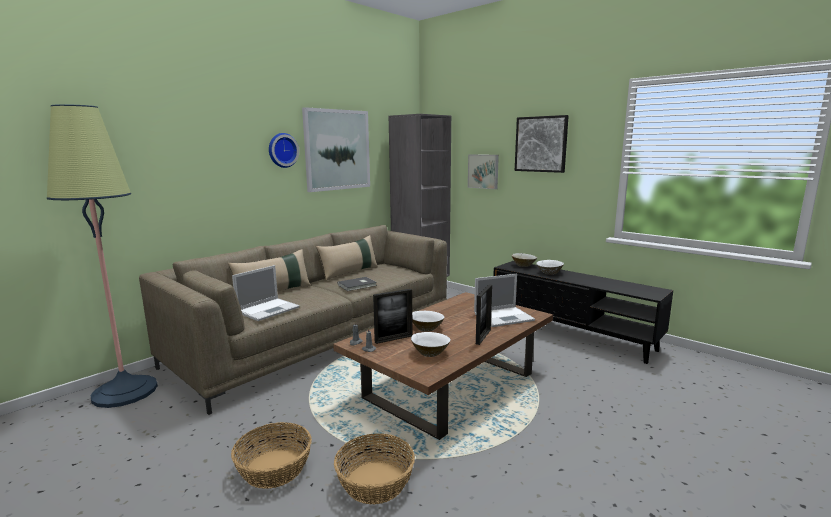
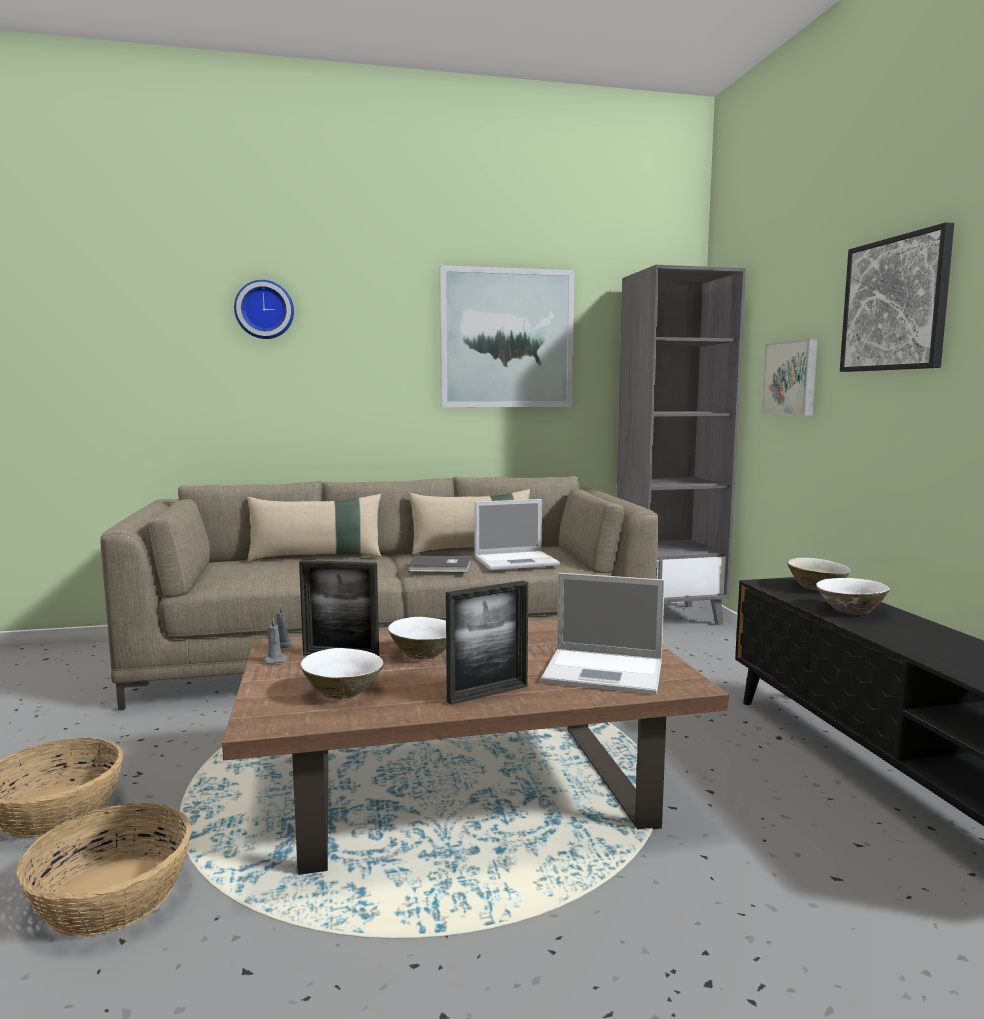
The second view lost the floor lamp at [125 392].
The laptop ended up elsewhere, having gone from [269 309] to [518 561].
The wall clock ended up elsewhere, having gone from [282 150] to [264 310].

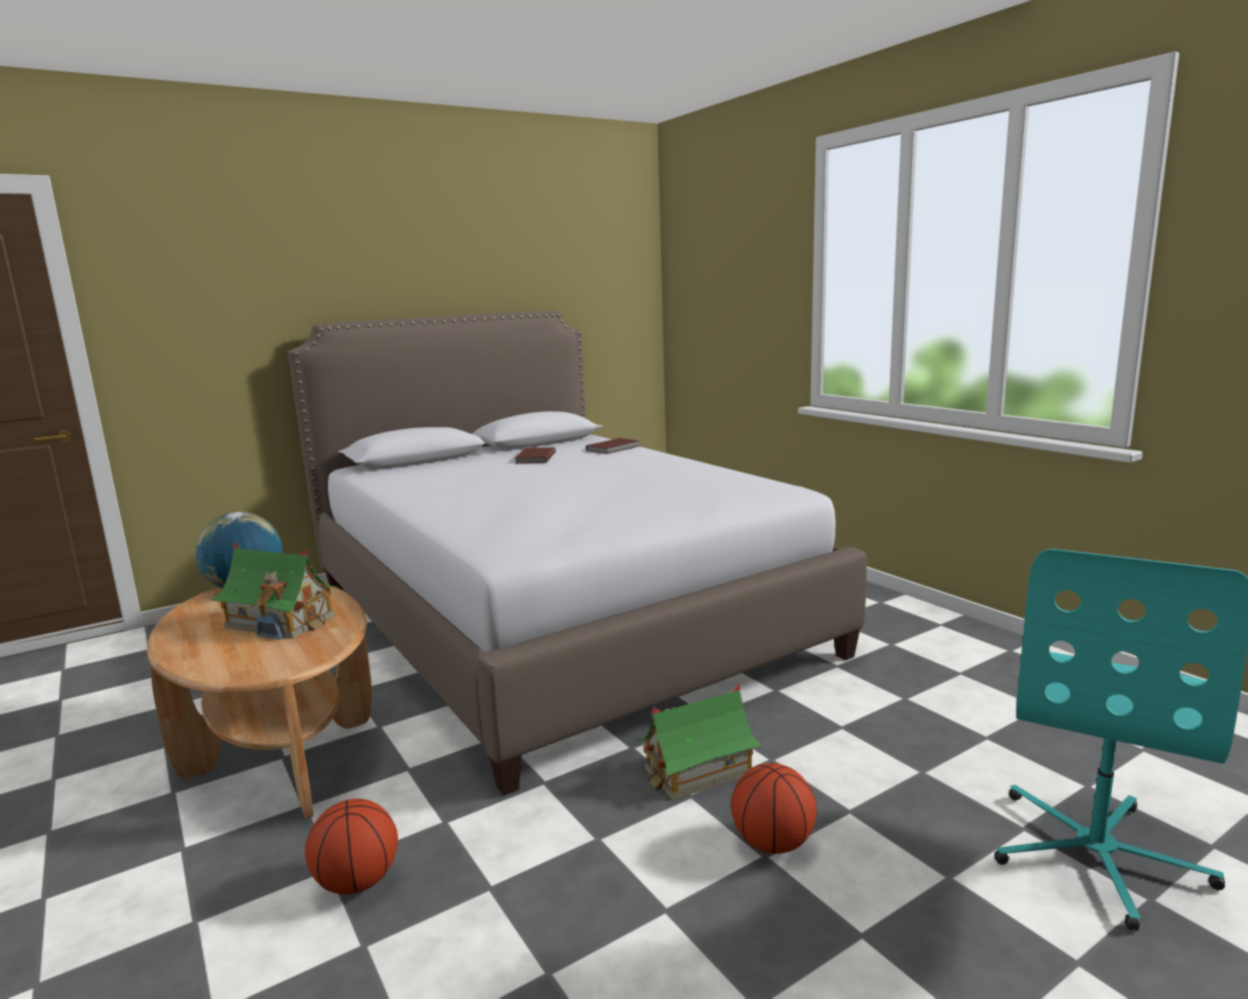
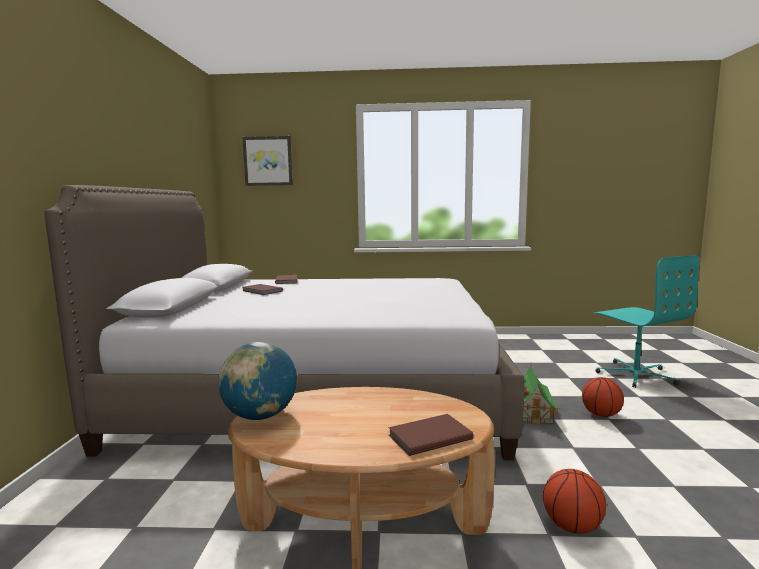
The second view lost the toy house at [281 621].
The second view gained the picture at [268 161].
The second view gained the brown book at [428 437].

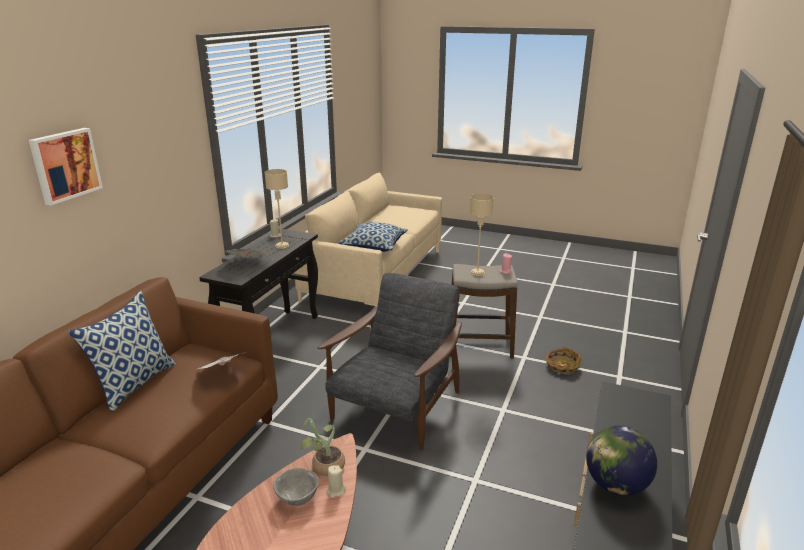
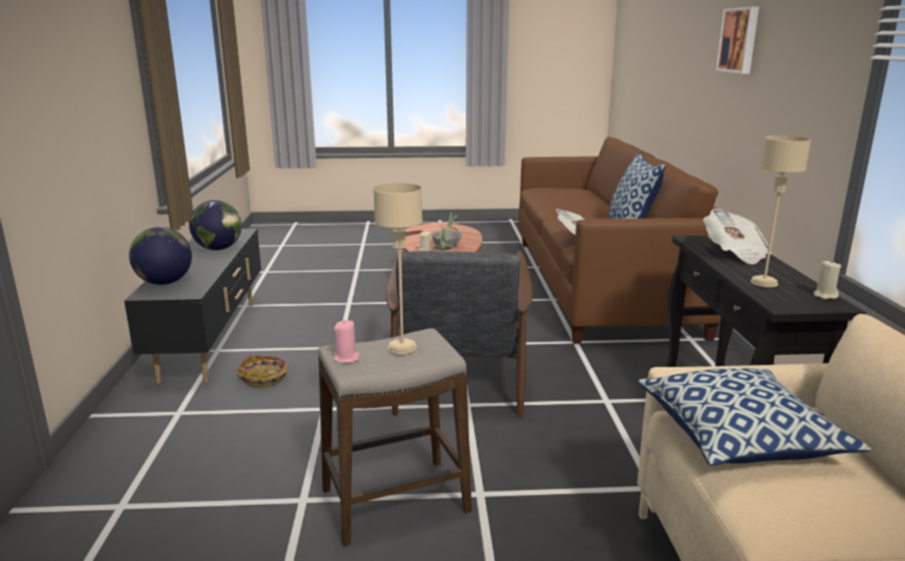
The basket ended up elsewhere, having gone from [561 366] to [265 378].
The second view gained the globe at [165 283].

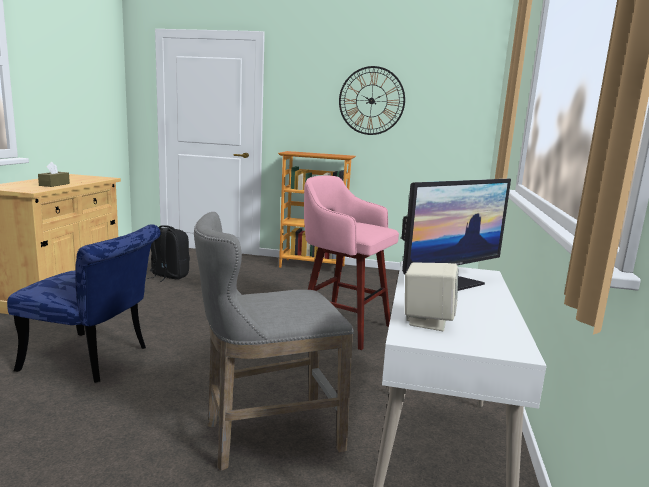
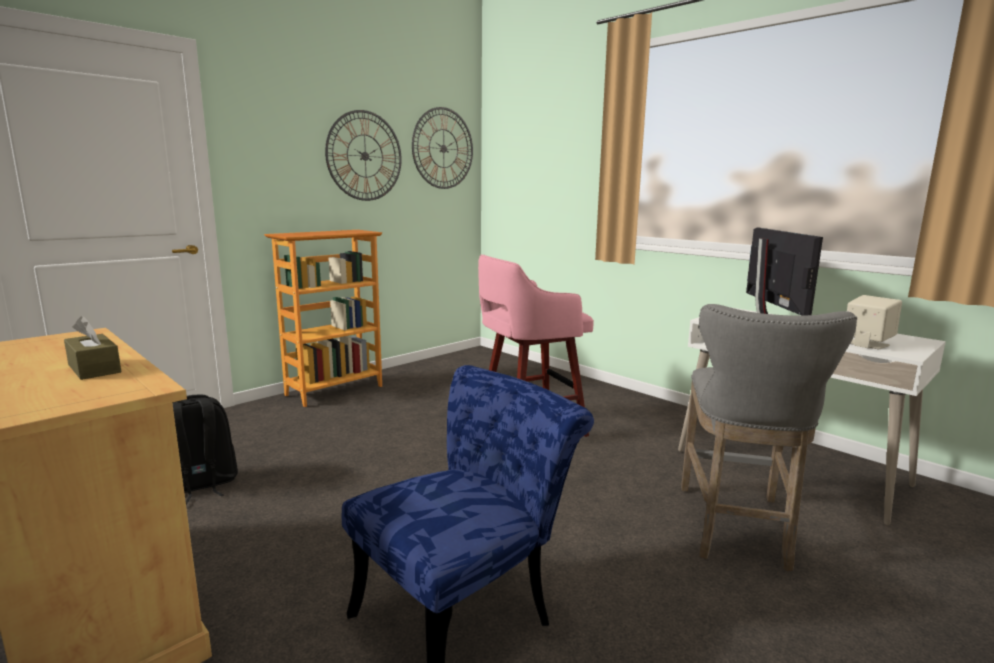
The second view gained the wall clock at [443 148].

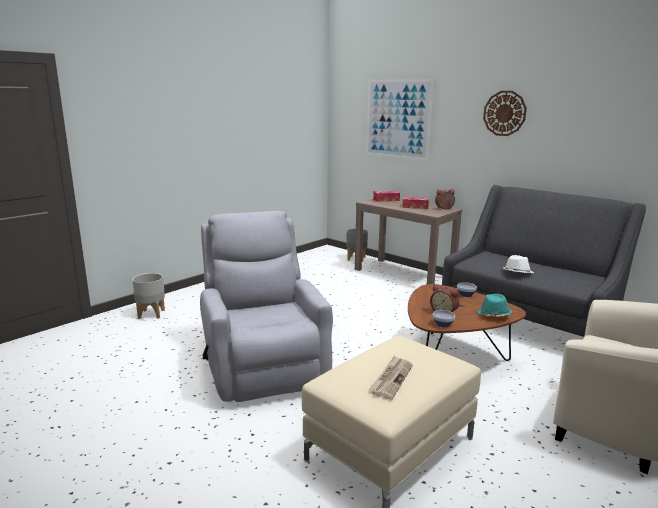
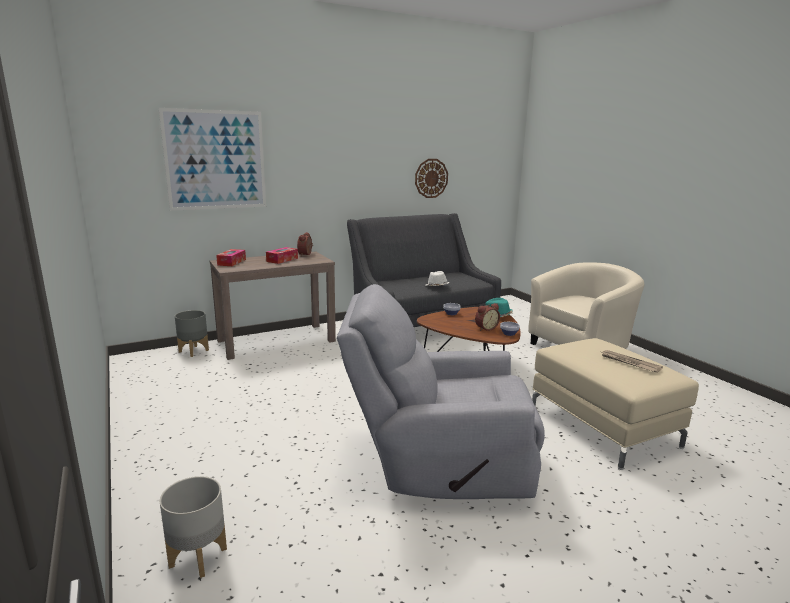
The wall clock ended up elsewhere, having gone from [504 113] to [431 178].

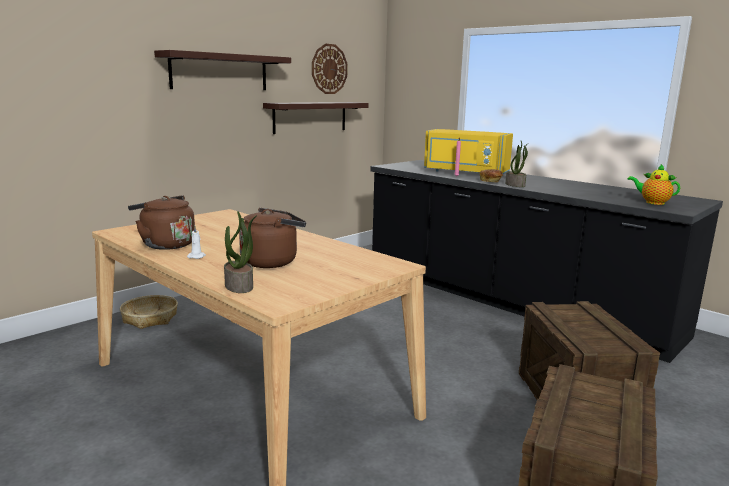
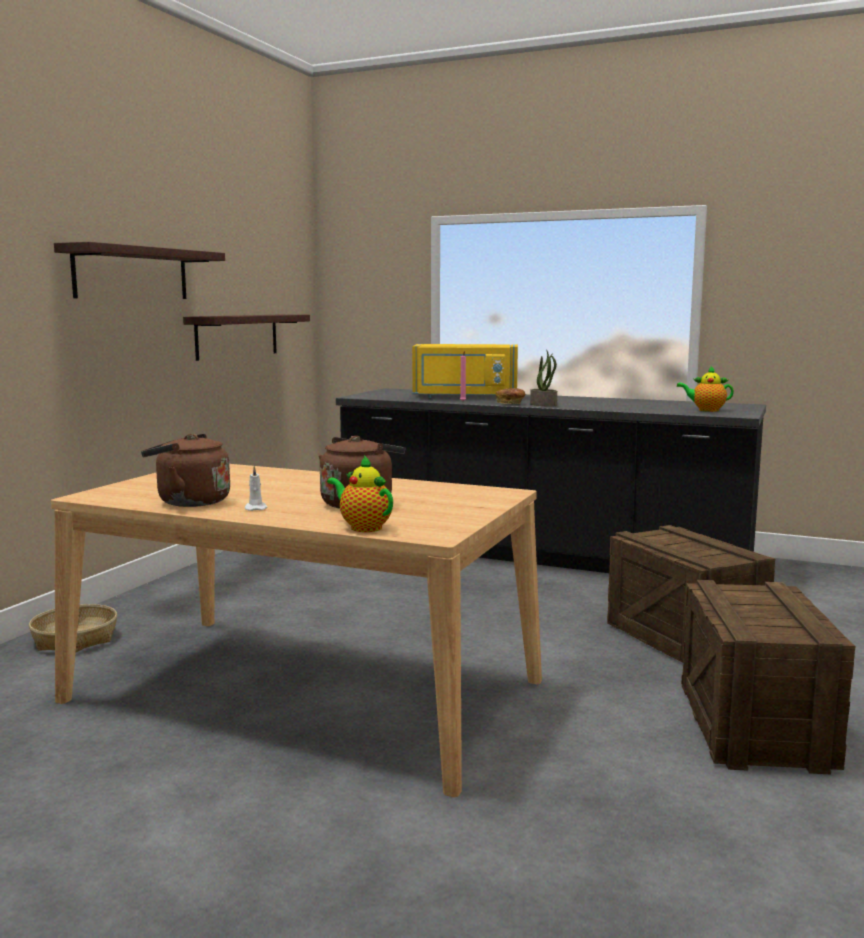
Where the potted plant stood at [239 286], the teapot came to stand at [363 527].
The second view lost the wall clock at [329 69].

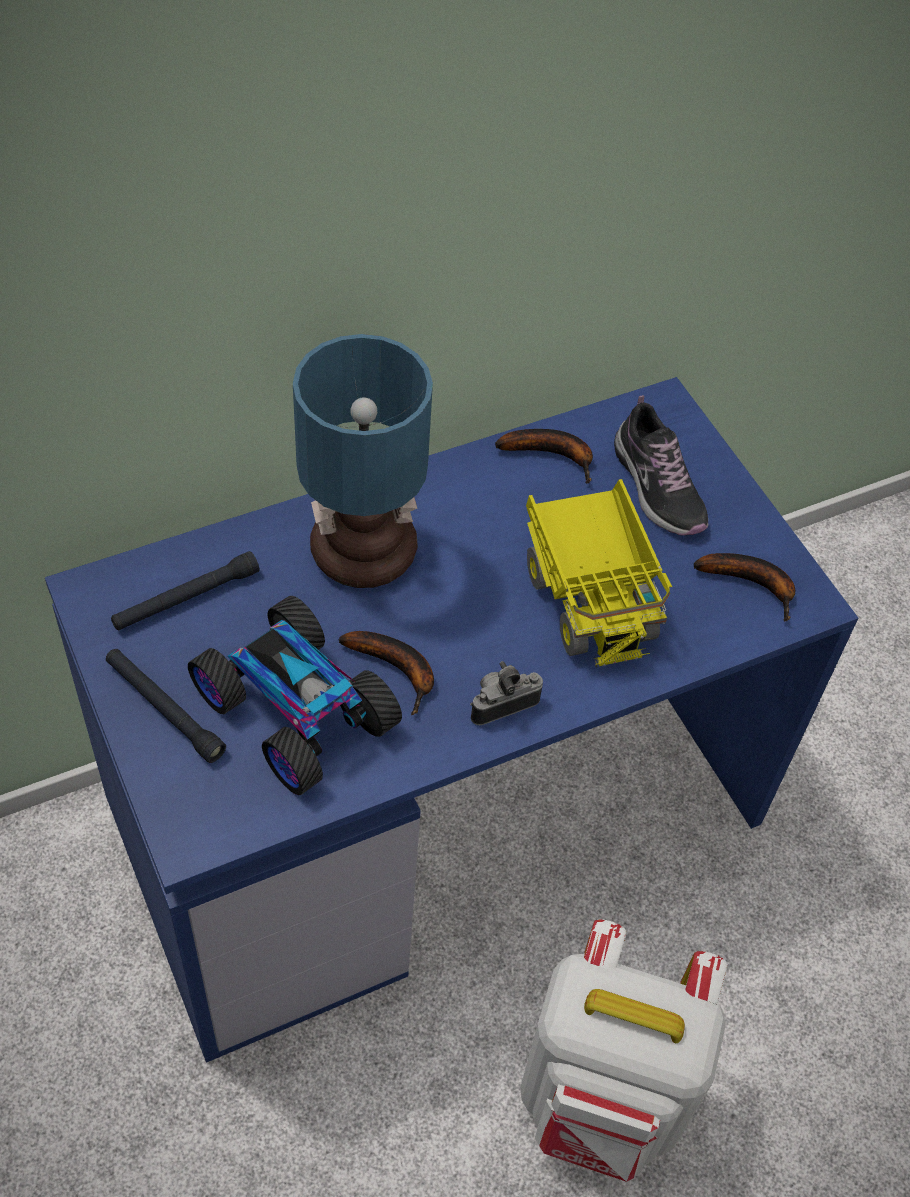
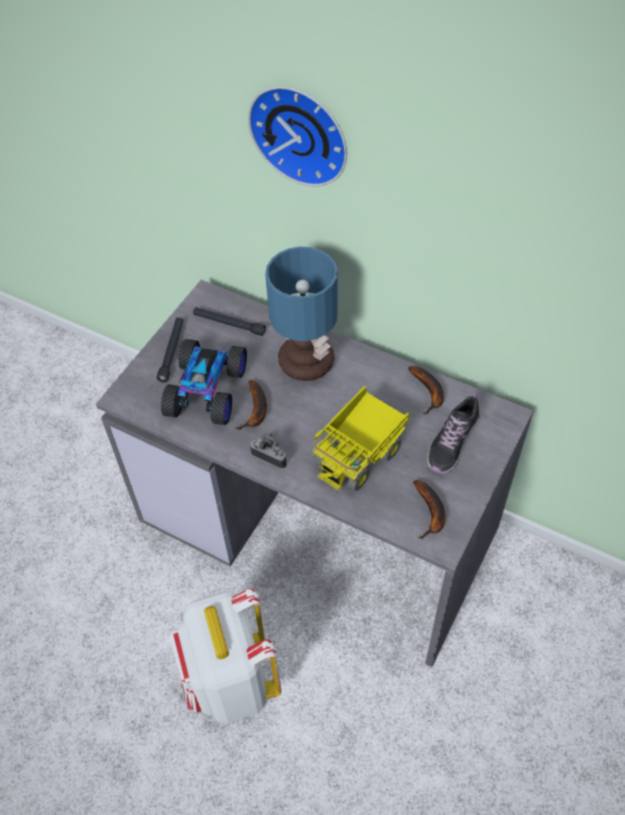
What was the blue desk at [437 805] turned into the grey desk at [320 523].
The second view gained the wall clock at [301 132].

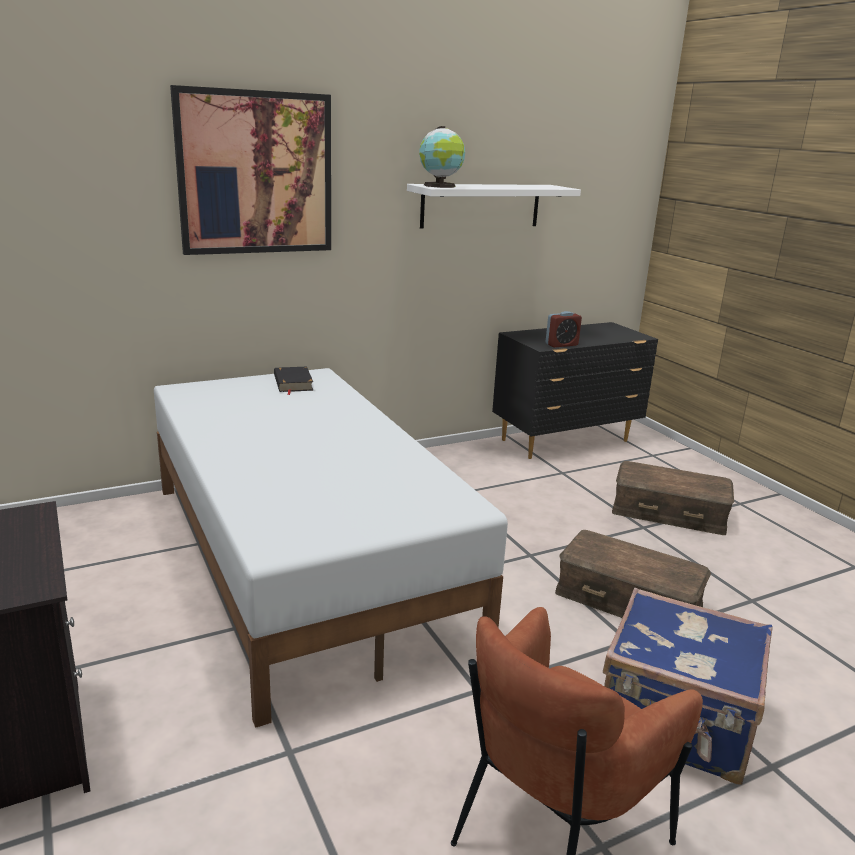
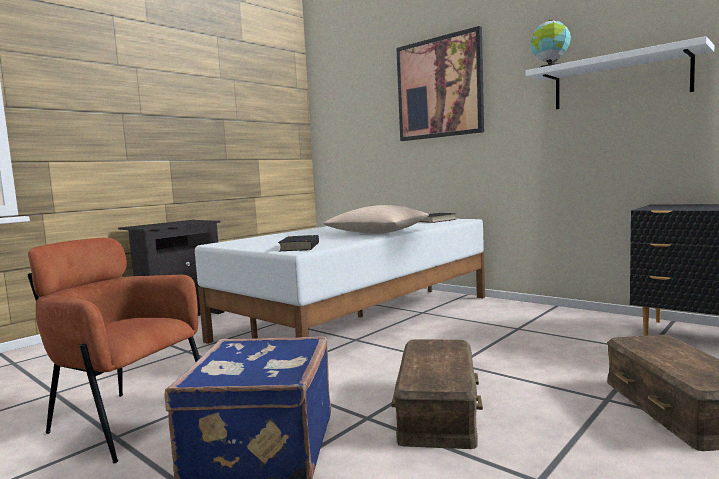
The second view lost the alarm clock at [561 344].
The second view gained the black book at [300 247].
The second view gained the beige pillow at [378 232].

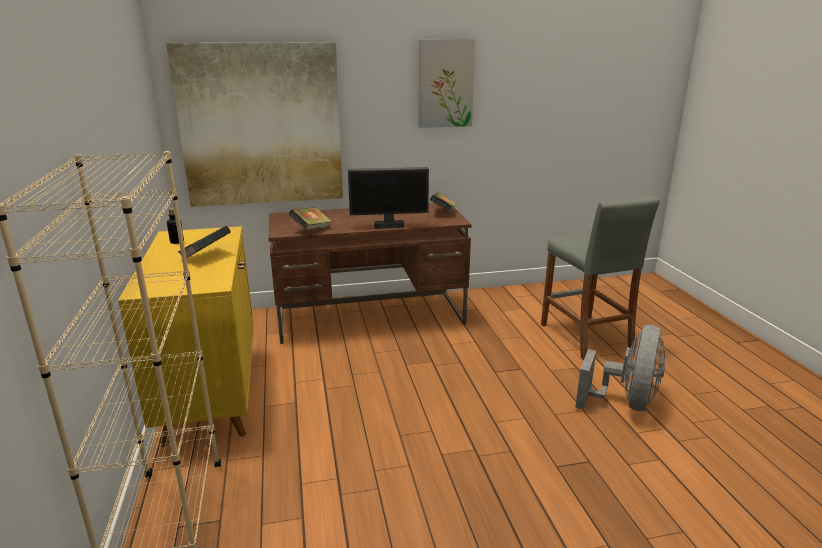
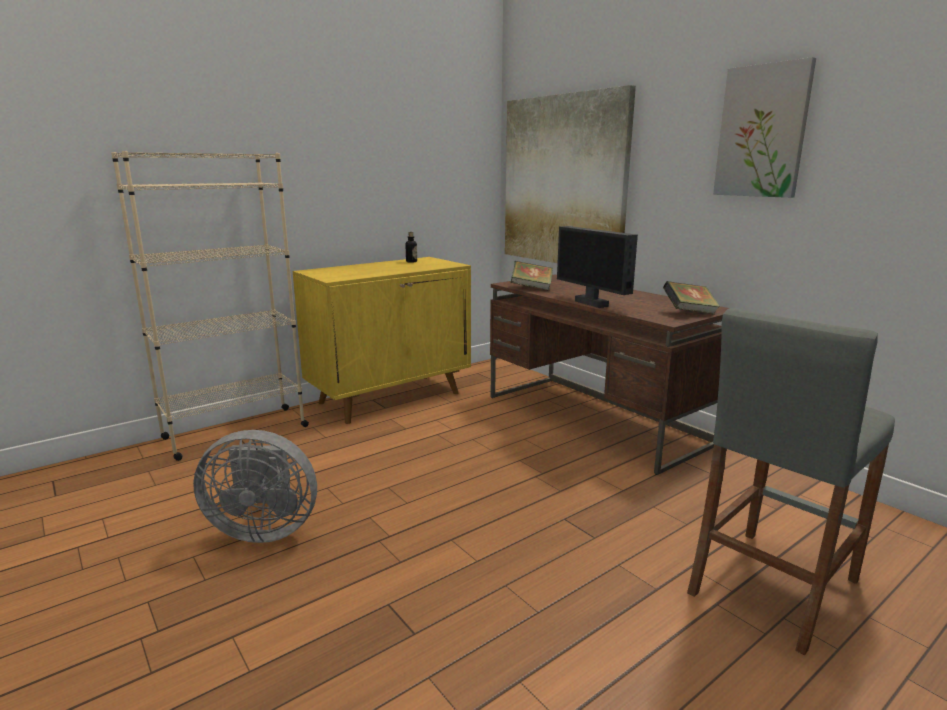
The second view lost the book at [206 256].
The grey fan ended up elsewhere, having gone from [625 402] to [263 529].

